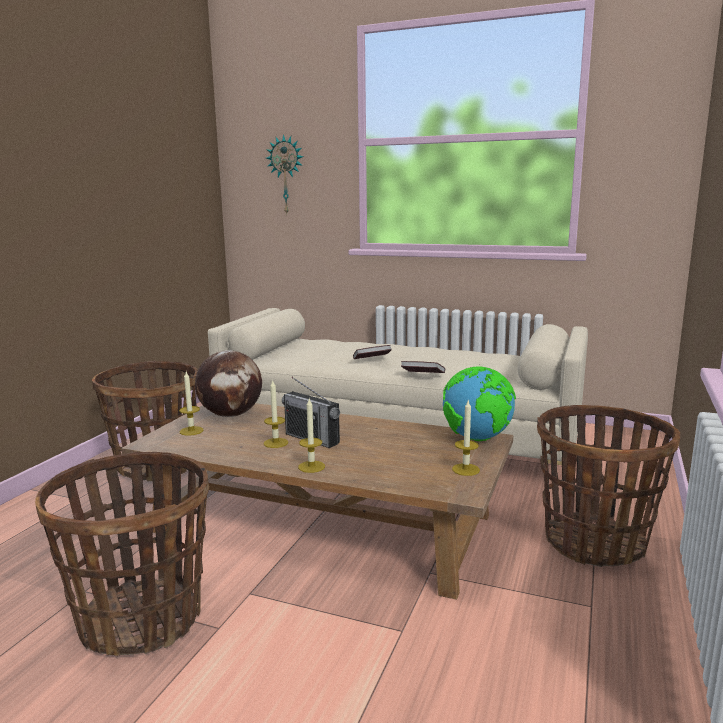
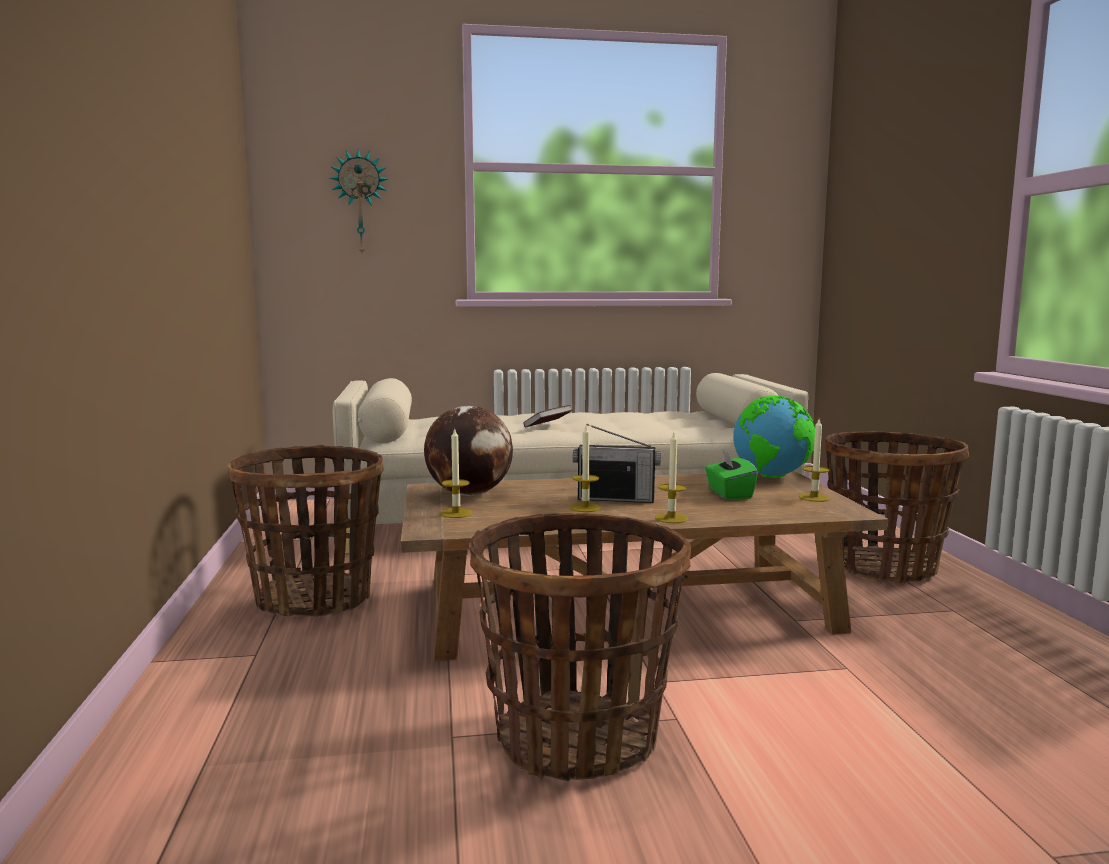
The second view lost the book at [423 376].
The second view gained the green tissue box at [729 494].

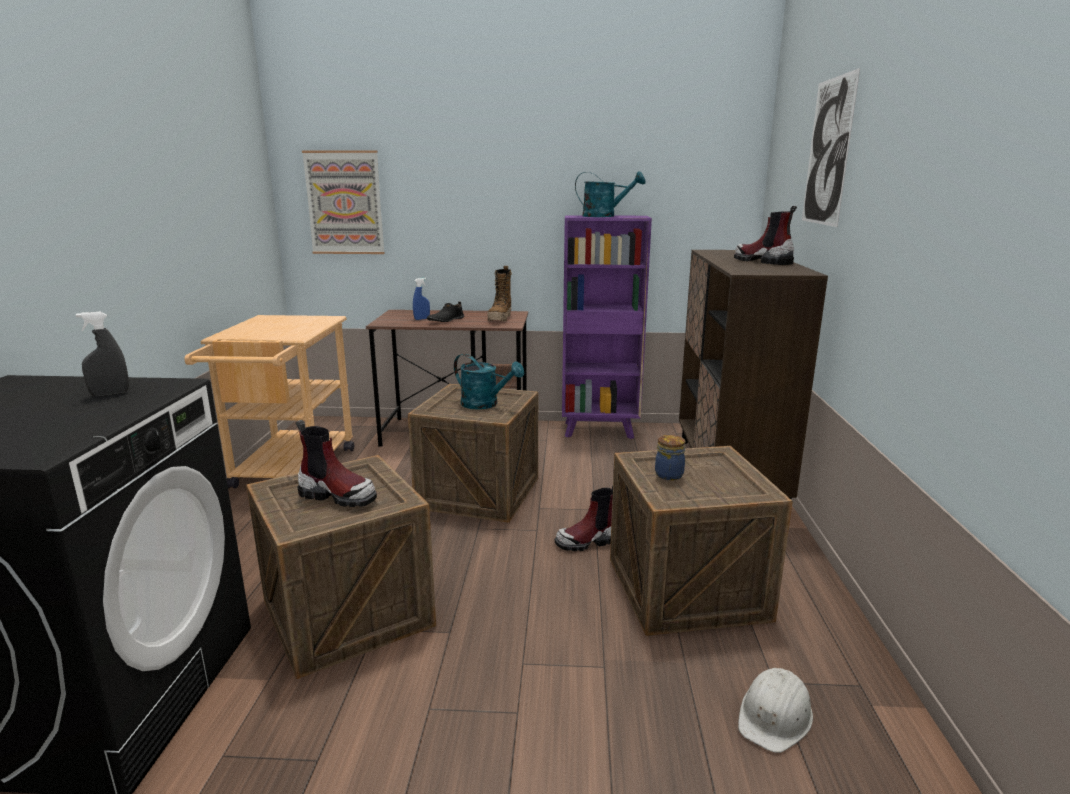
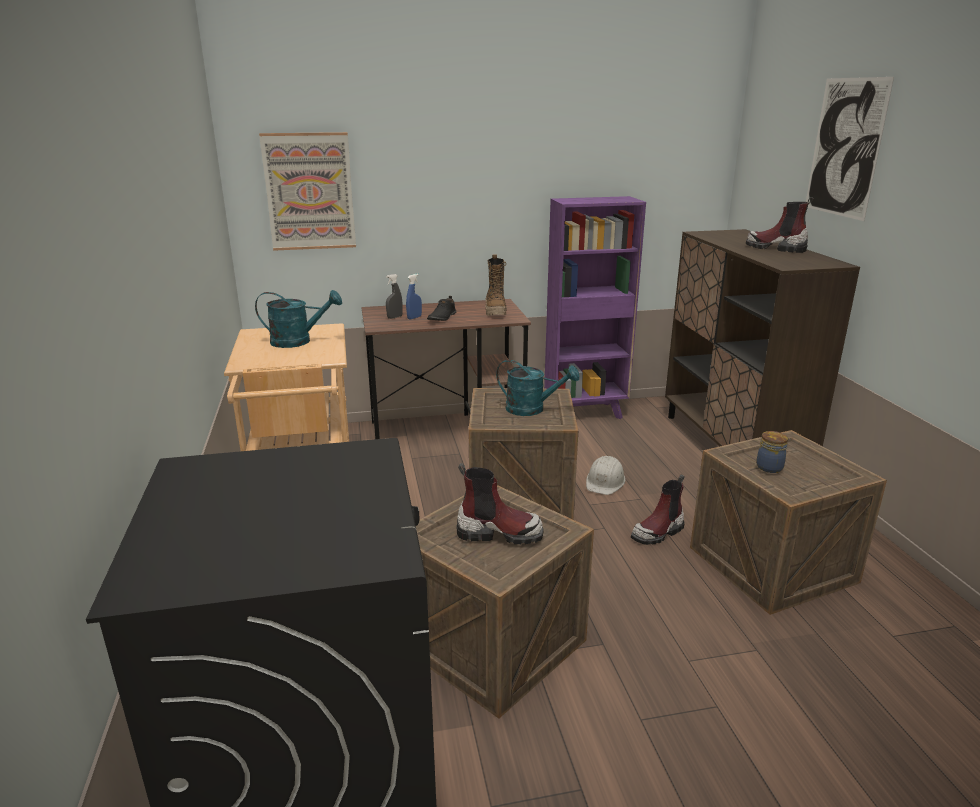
The grey spray bottle ended up elsewhere, having gone from [110 394] to [394 317].
The turquoise watering can ended up elsewhere, having gone from [605 216] to [298 341].
The white hard hat ended up elsewhere, having gone from [775 716] to [605 481].

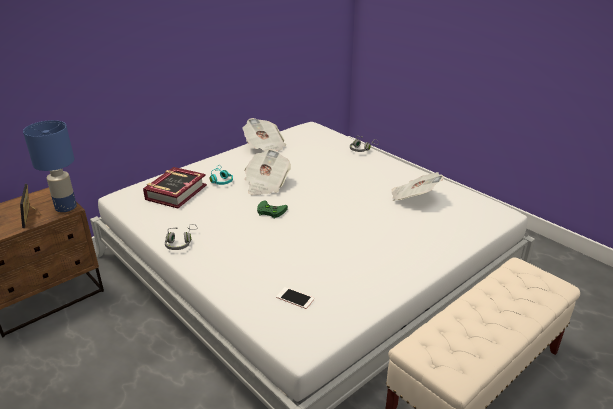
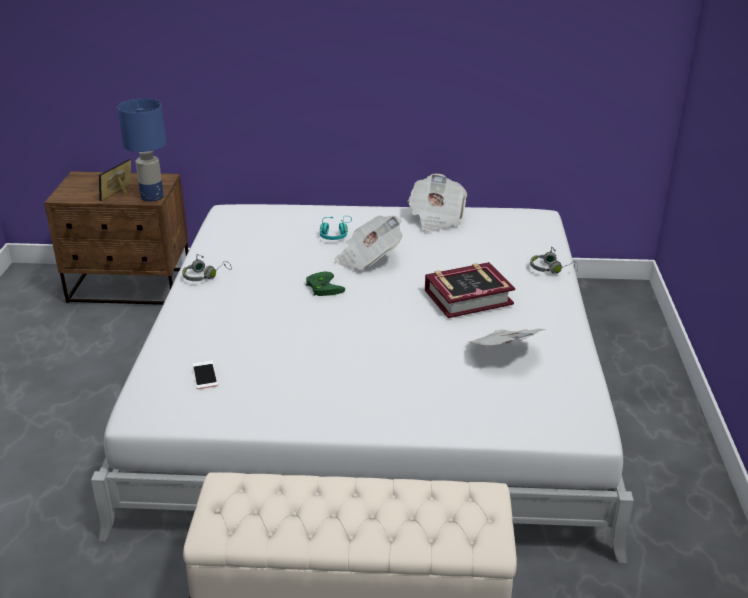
The book ended up elsewhere, having gone from [176 192] to [468 297].

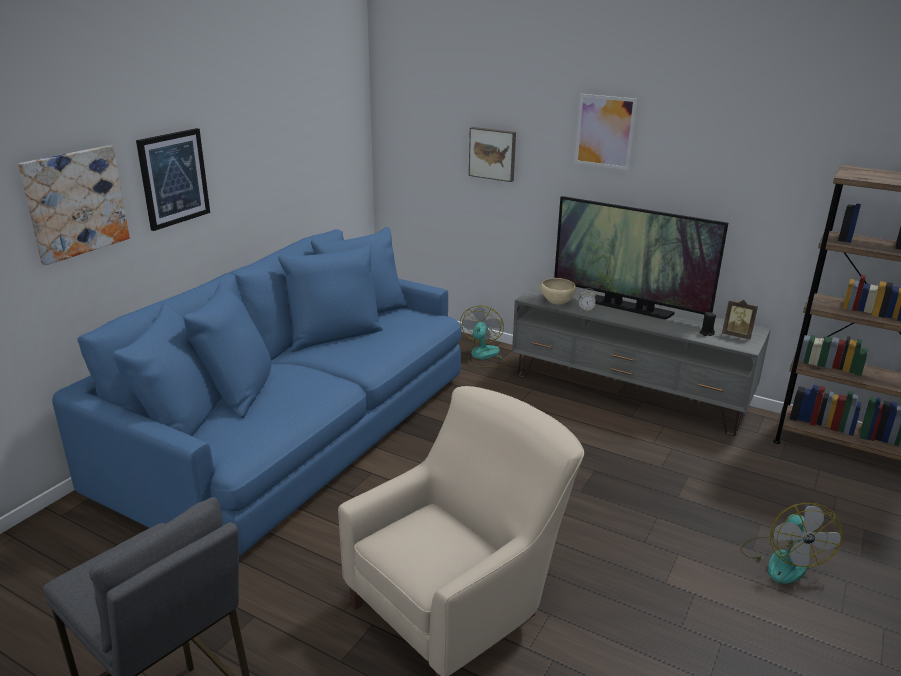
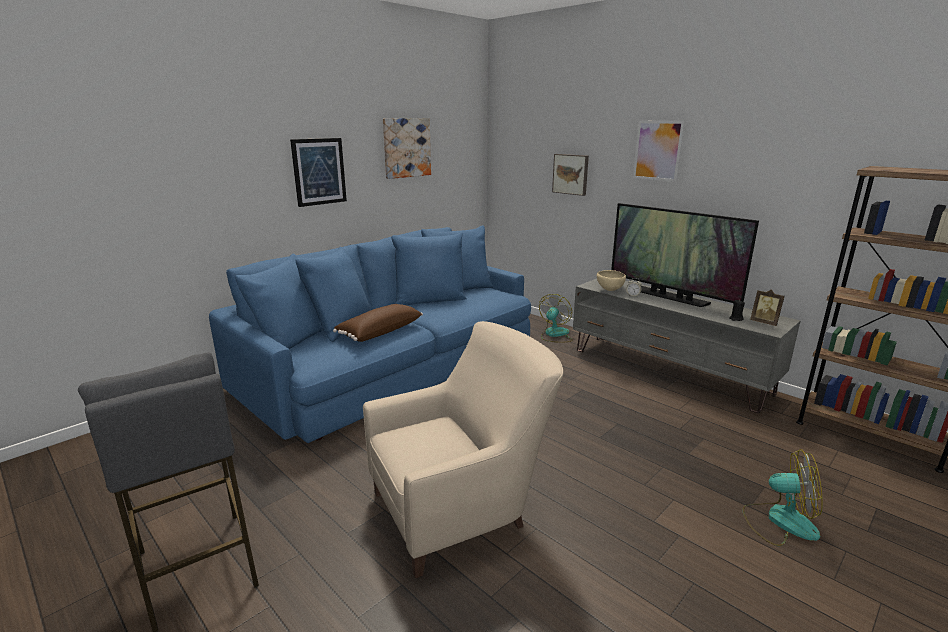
The picture ended up elsewhere, having gone from [75 203] to [406 147].
The fan at [782 560] ended up facing another way, 90 degrees counterclockwise from before.
The second view gained the brown pillow at [379 331].

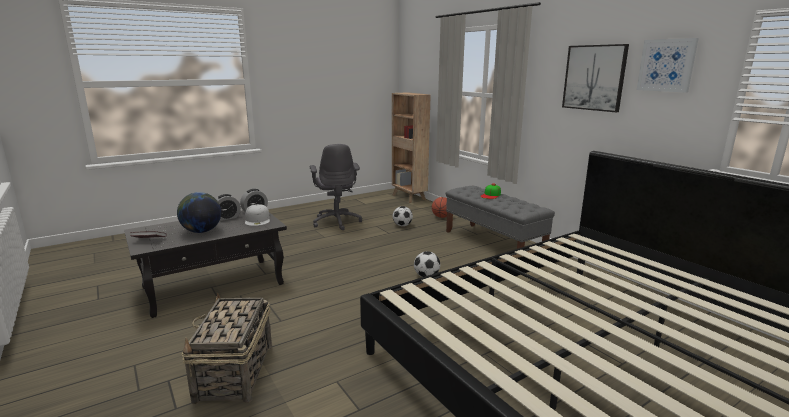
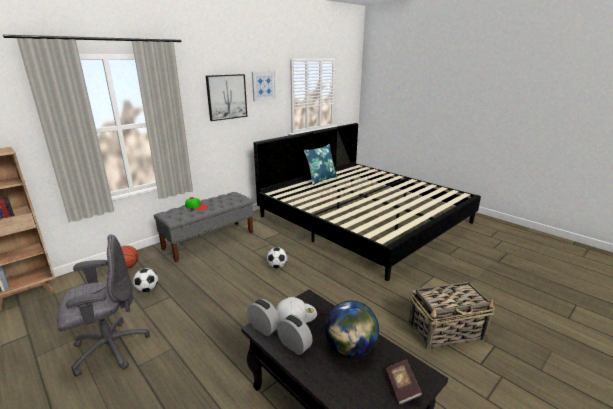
The second view gained the blue pillow at [321 179].

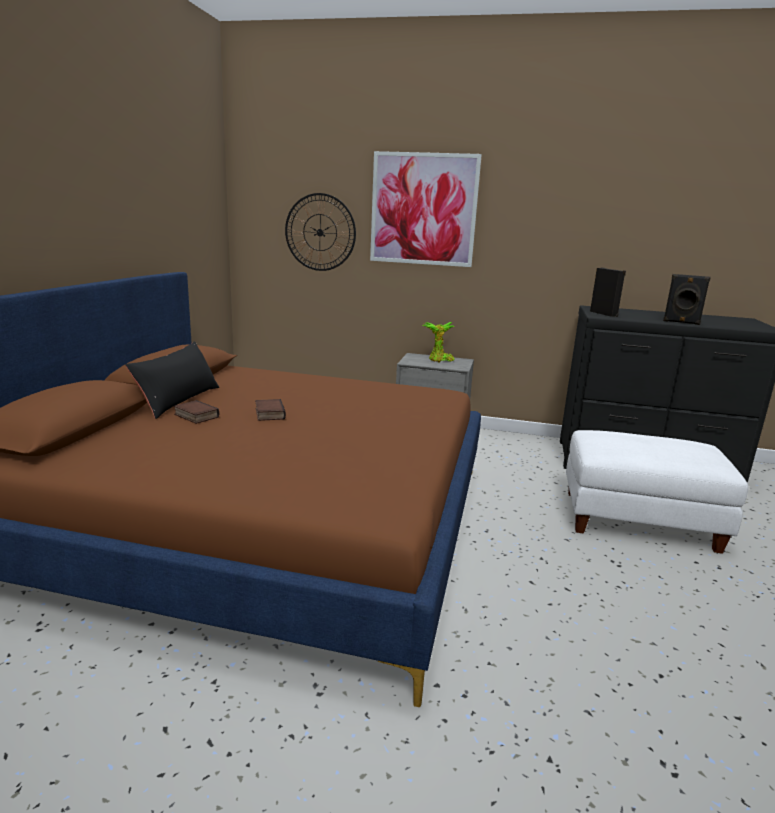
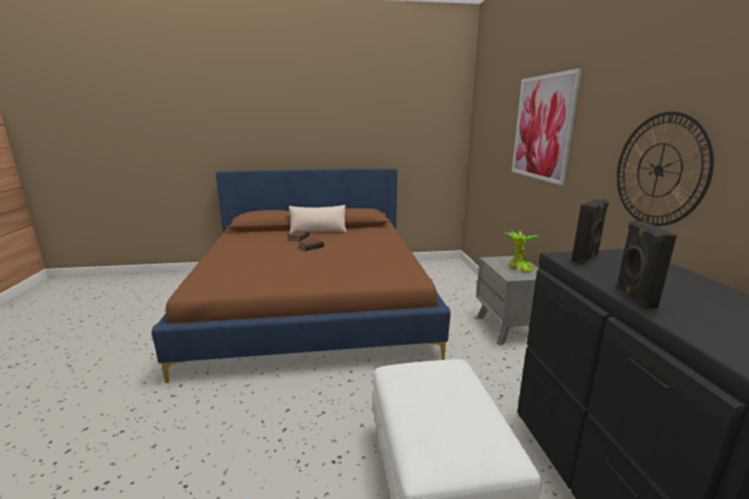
What was the black pillow at [178 400] turned into the beige pillow at [318 231].
The wall clock ended up elsewhere, having gone from [320 232] to [659 170].

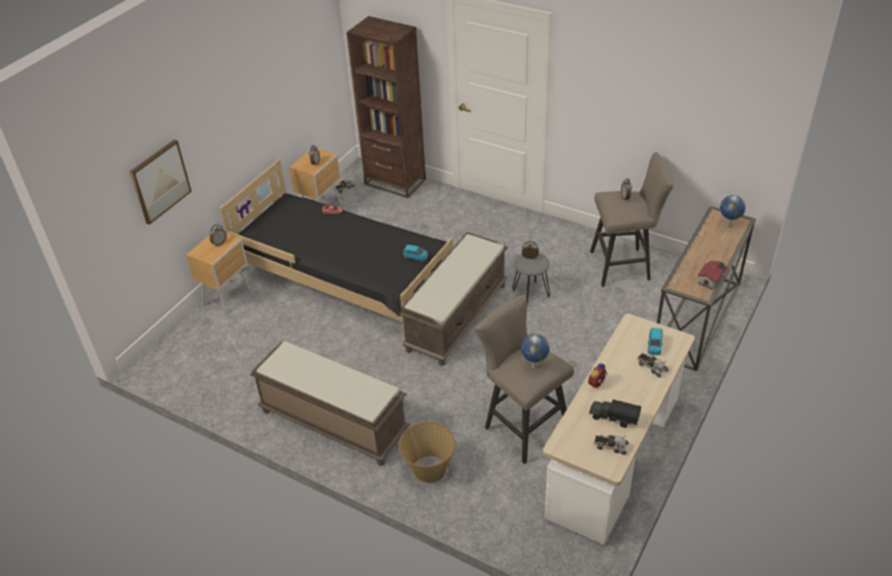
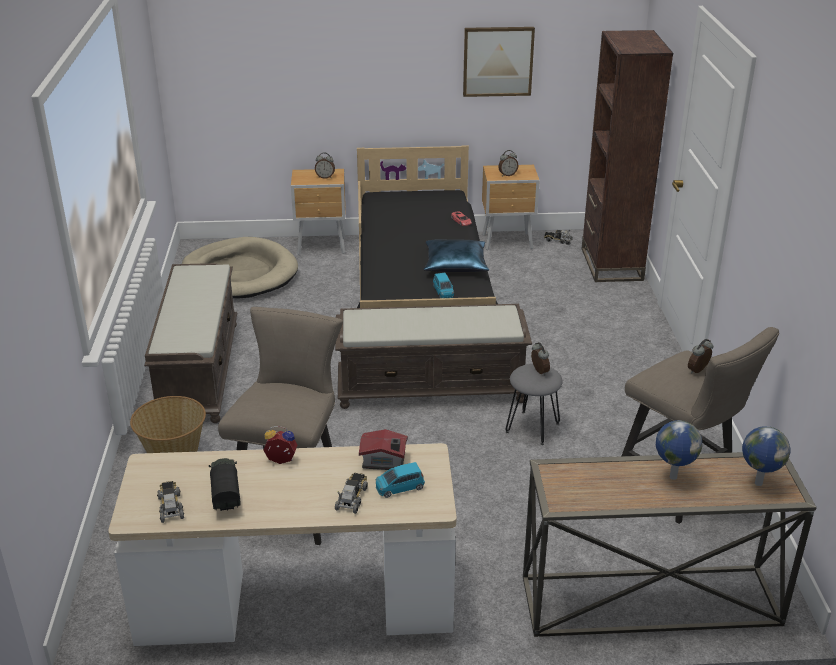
The picture ended up elsewhere, having gone from [160 181] to [498 61].
The globe ended up elsewhere, having gone from [533 367] to [672 477].
The toy house ended up elsewhere, having gone from [711 280] to [384 462].
The second view gained the beige dog bed at [240 273].
The second view gained the blue pillow at [456 264].

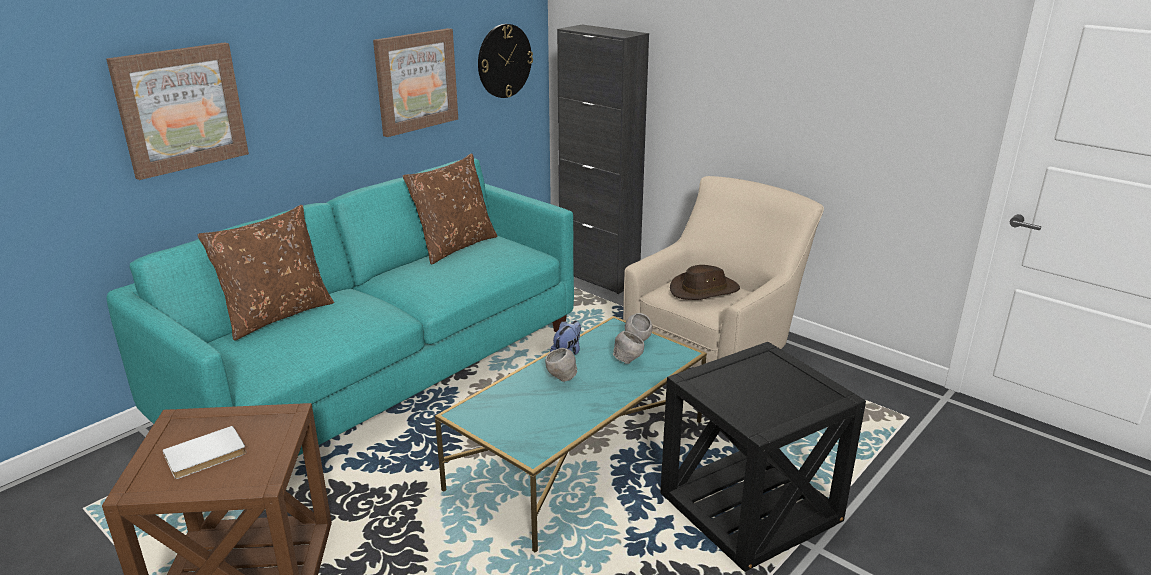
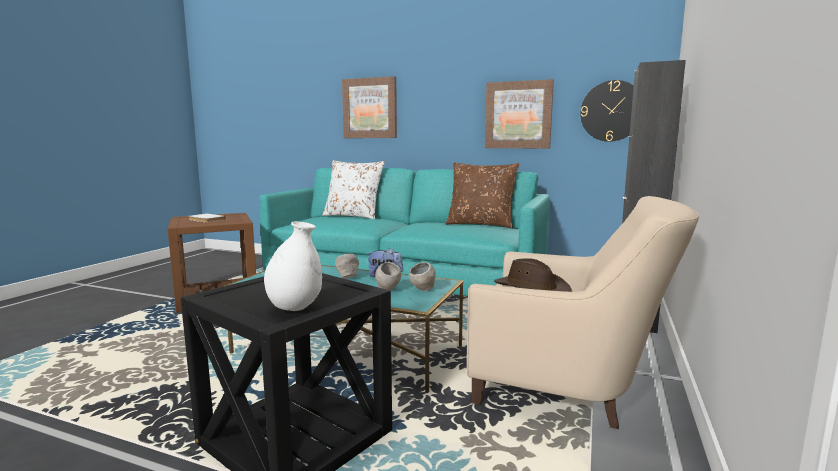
What was the brown pillow at [277 315] turned into the white pillow at [353 216].
The second view gained the white vase at [295 307].

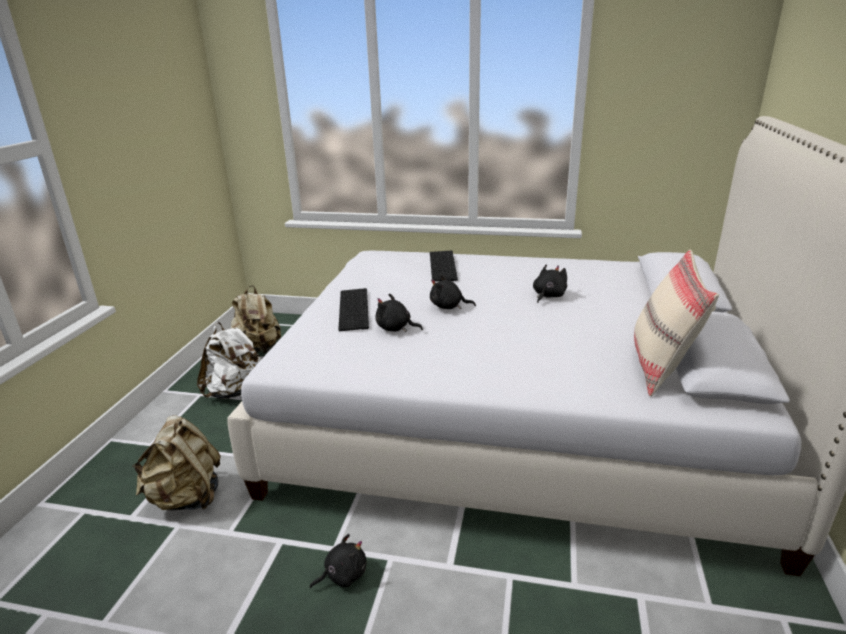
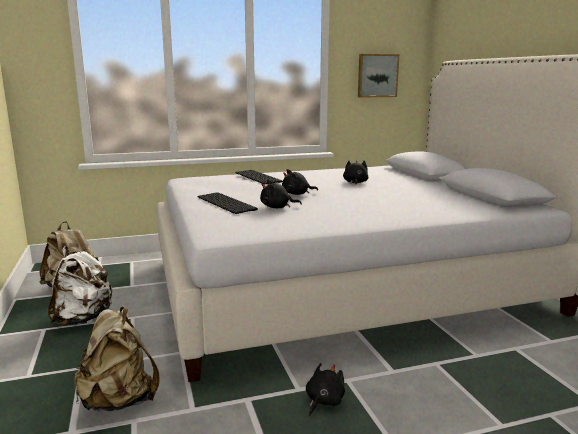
The second view lost the beige pillow at [662 367].
The second view gained the picture at [377 75].

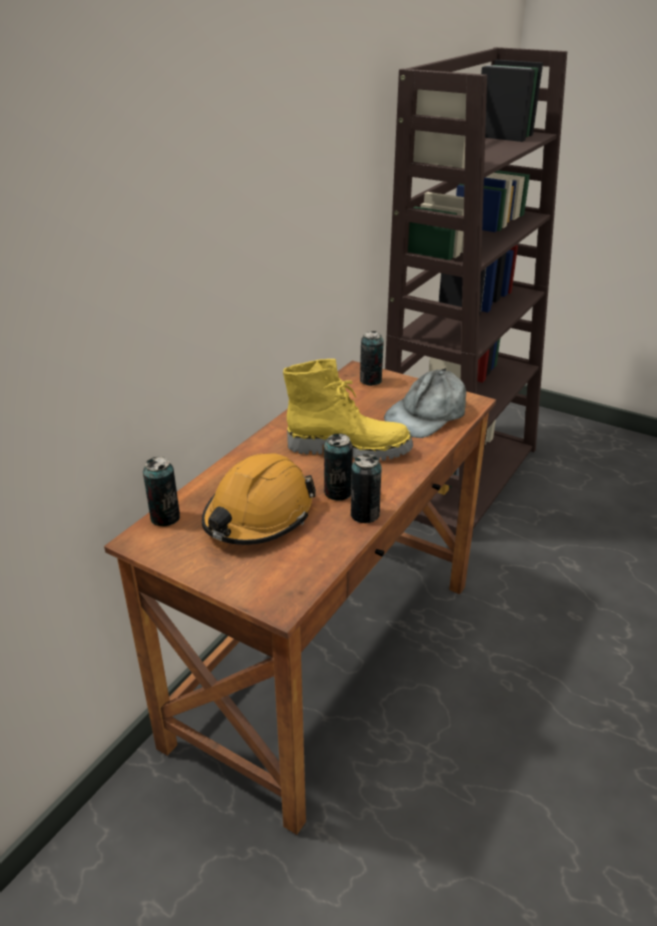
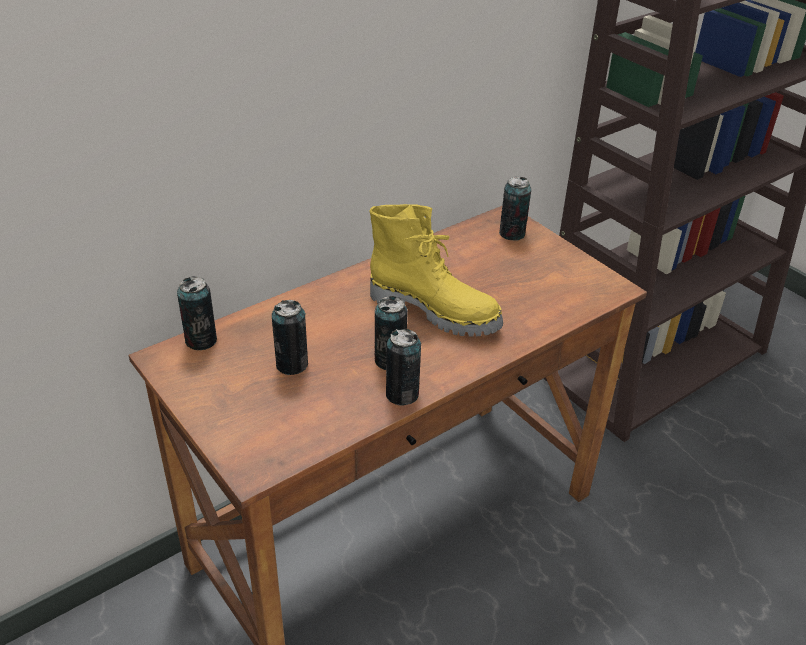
Where the orange hard hat stood at [258 516], the can came to stand at [292 364].
The second view lost the grey cap at [427 415].

